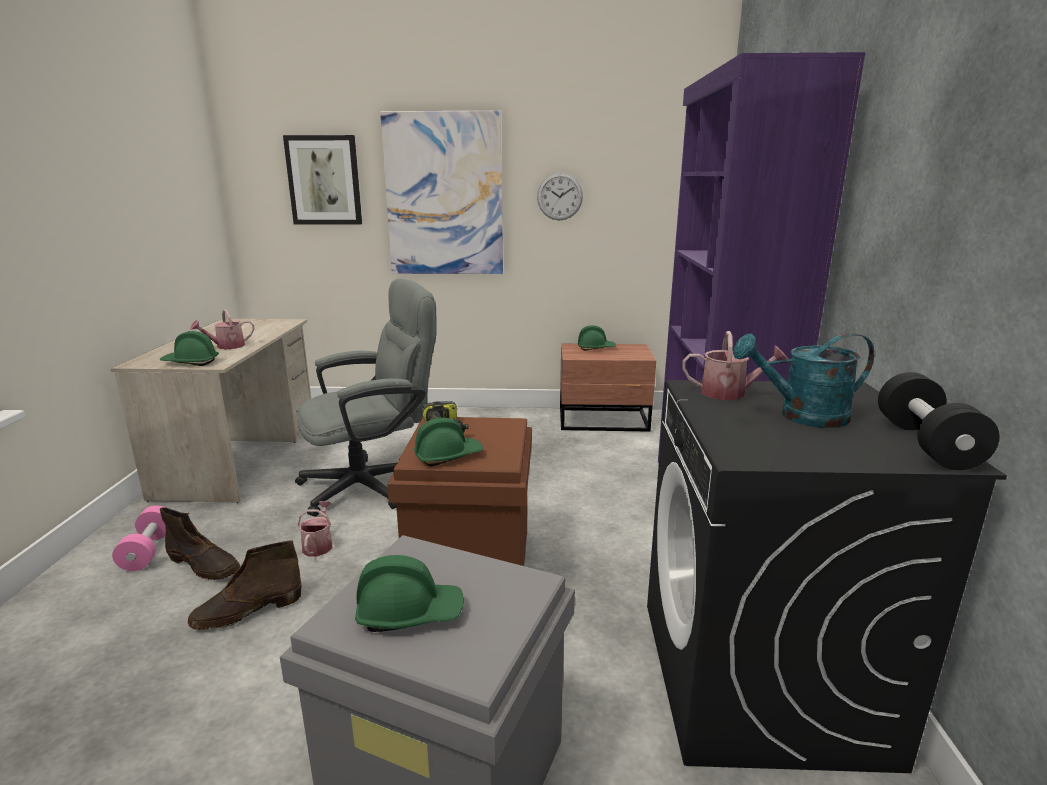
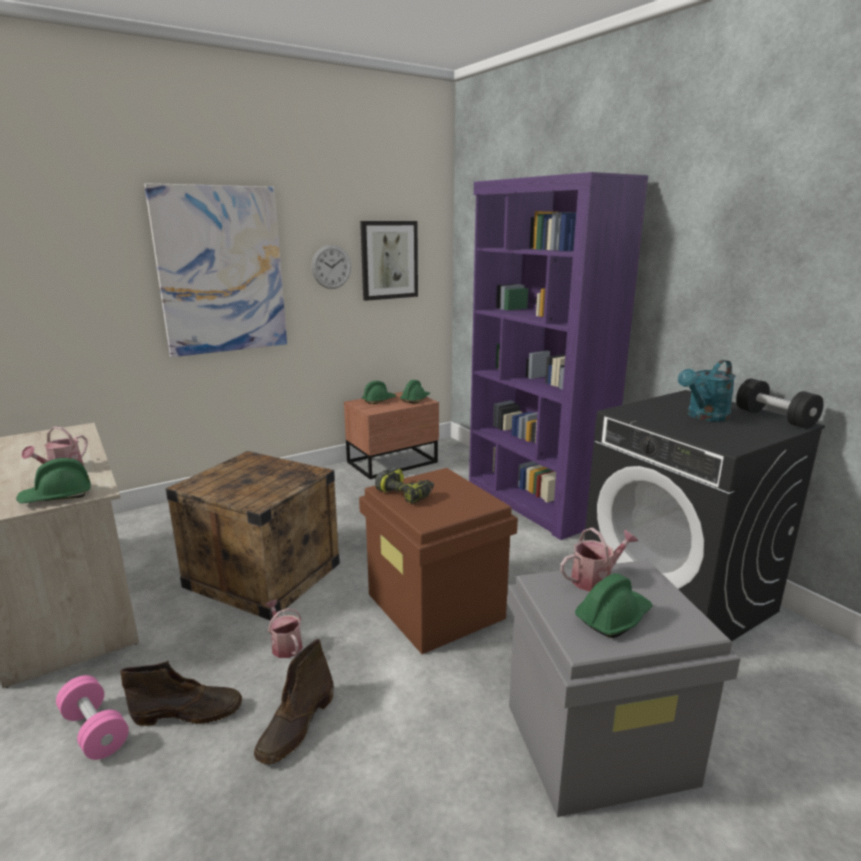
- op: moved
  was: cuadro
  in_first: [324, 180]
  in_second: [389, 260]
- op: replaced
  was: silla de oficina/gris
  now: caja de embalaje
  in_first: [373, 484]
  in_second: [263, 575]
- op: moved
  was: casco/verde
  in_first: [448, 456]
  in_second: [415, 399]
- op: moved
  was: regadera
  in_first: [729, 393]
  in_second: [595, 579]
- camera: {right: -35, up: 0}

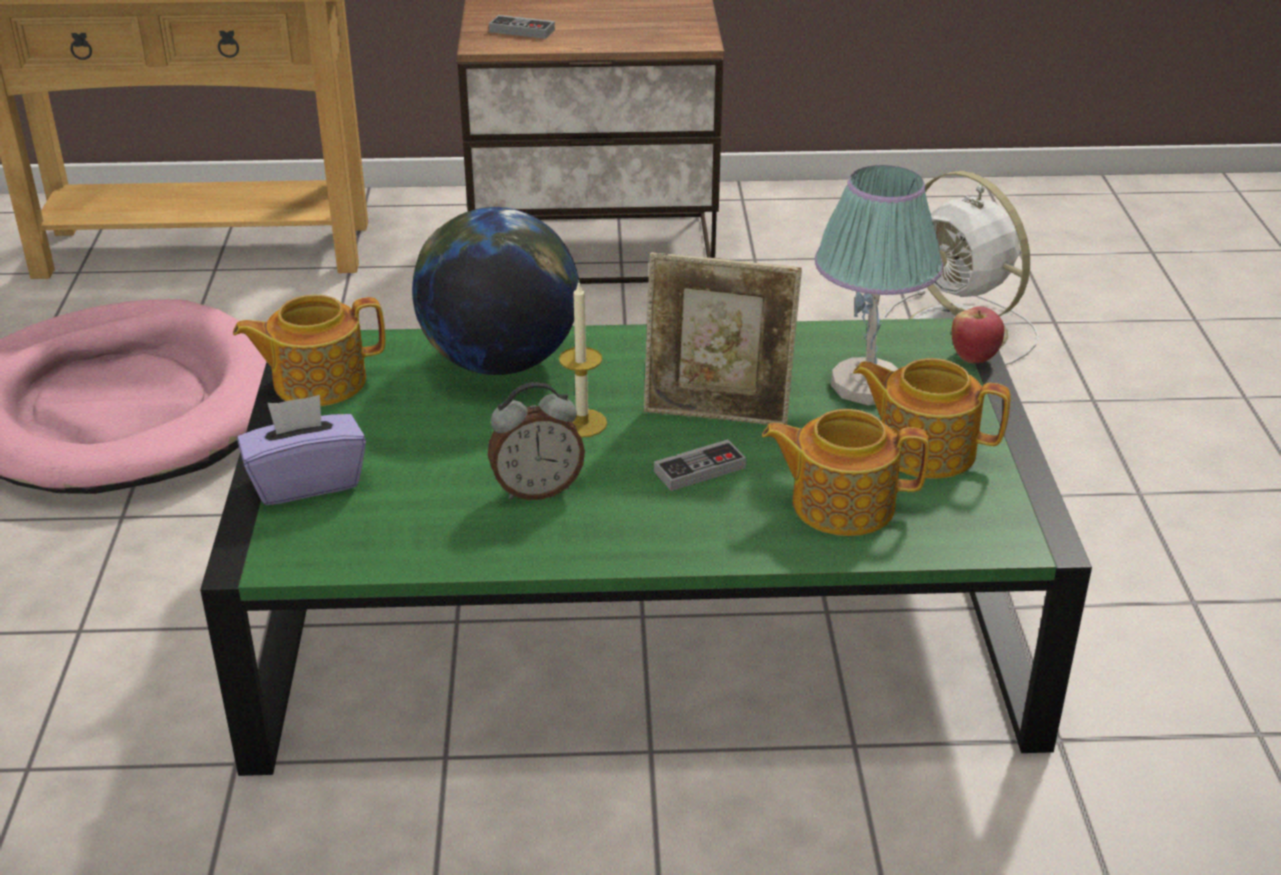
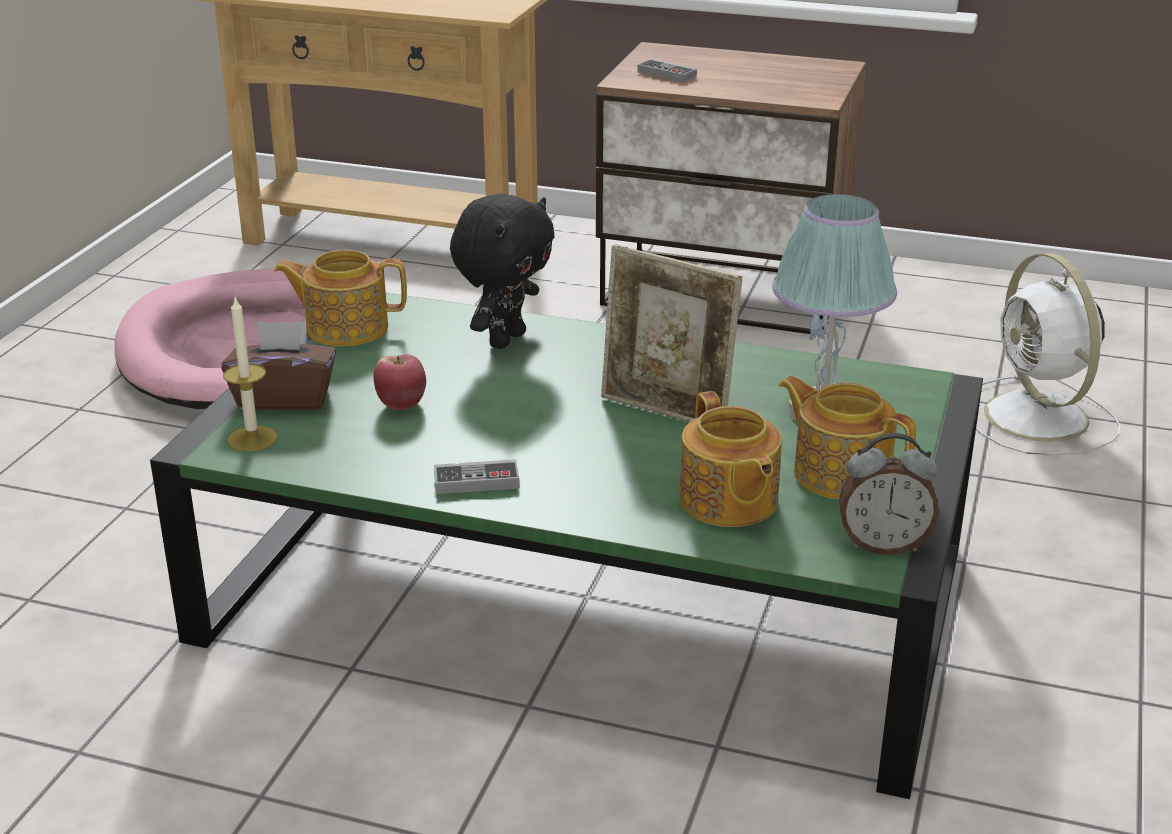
- op: recoloured
  was: caja de pañuelos/morado
  now: caja de pañuelos/marrón
  in_first: [306, 481]
  in_second: [284, 398]
- op: replaced
  was: globo terráqueo
  now: peluche/negro
  in_first: [500, 363]
  in_second: [505, 339]
- op: moved
  was: despertador
  in_first: [537, 489]
  in_second: [883, 545]
- op: moved
  was: vela
  in_first: [582, 423]
  in_second: [252, 439]
- op: moved
  was: mando de consola
  in_first: [699, 469]
  in_second: [476, 481]
- op: turned
  was: tetera
  in_first: [840, 504]
  in_second: [728, 502]
  clockwise: -135
- op: moved
  was: manzana
  in_first: [974, 357]
  in_second: [402, 405]
- camera: {right: 20, up: -5}

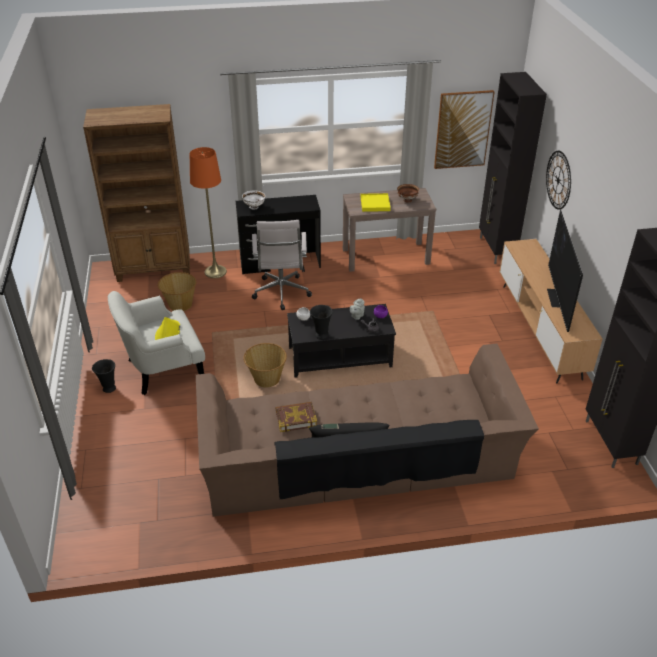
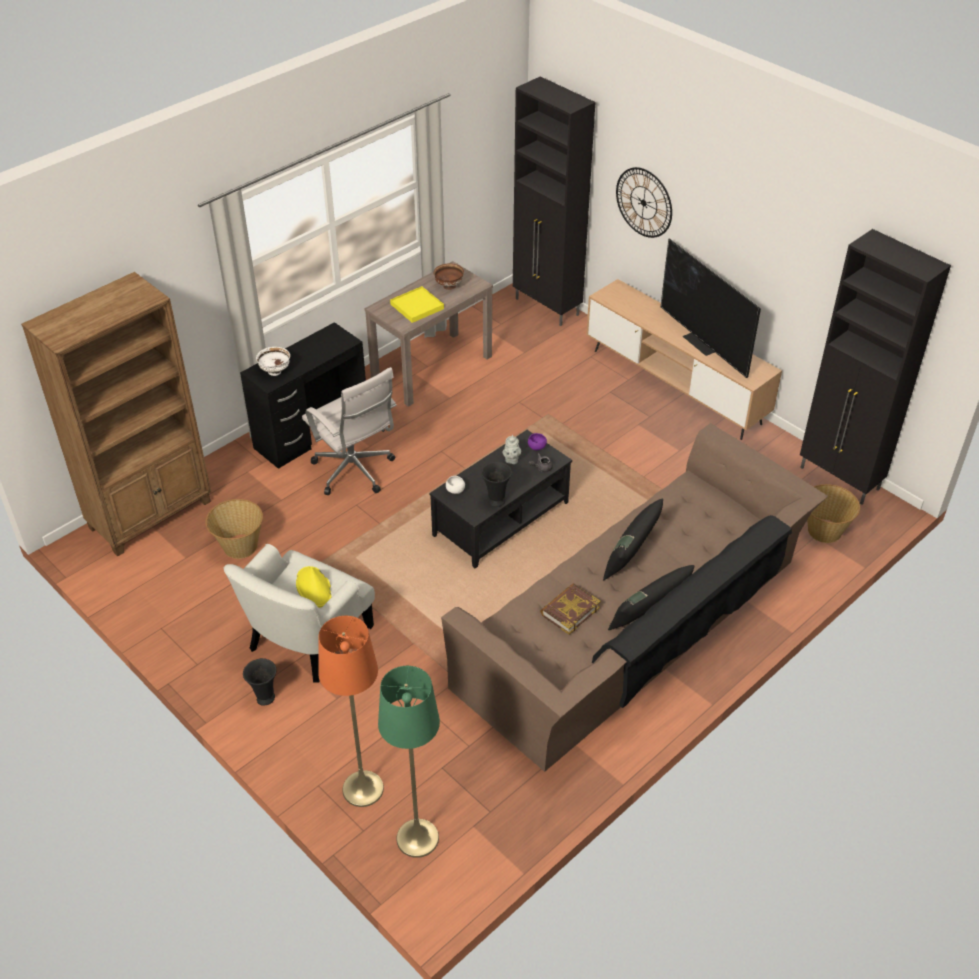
- op: moved
  was: lámpara de pie/naranja
  in_first: [215, 271]
  in_second: [363, 788]
- op: moved
  was: cesta
  in_first: [266, 379]
  in_second: [824, 531]
- op: removed
  was: cuadro
  in_first: [463, 129]
- op: added
  now: lámpara de pie/verde
  in_second: [417, 838]
- op: added
  now: cojín/negro
  in_second: [631, 554]
- camera: {right: -35, up: 5}

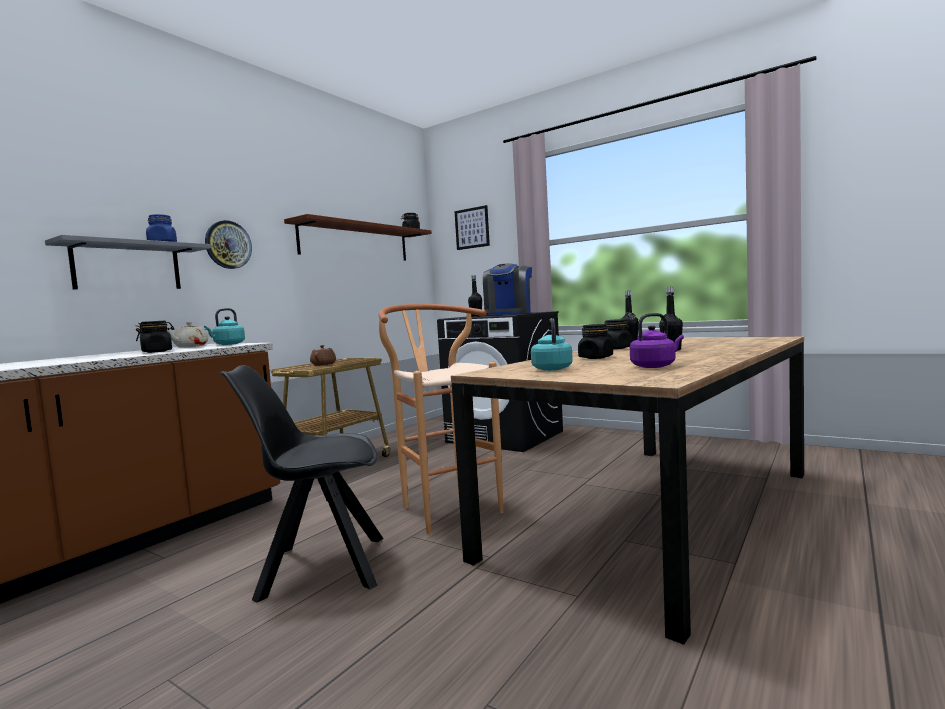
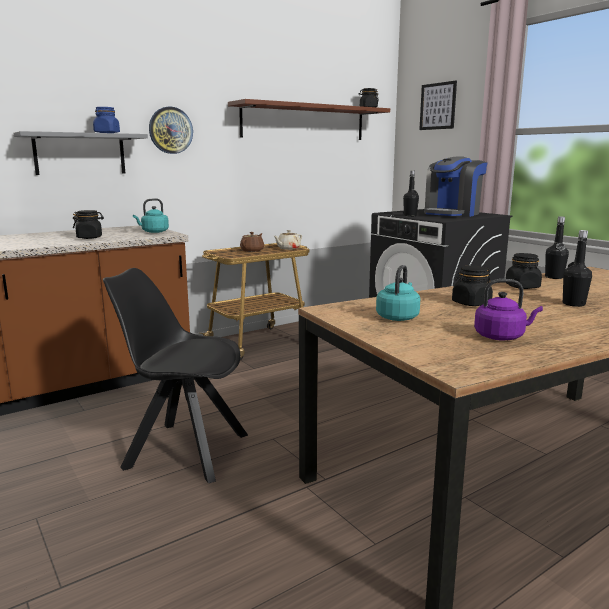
- op: moved
  was: tetera/beis
  in_first: [190, 346]
  in_second: [288, 248]
- op: removed
  was: taburete/marrón
  in_first: [444, 508]
- camera: {right: 20, up: 10}

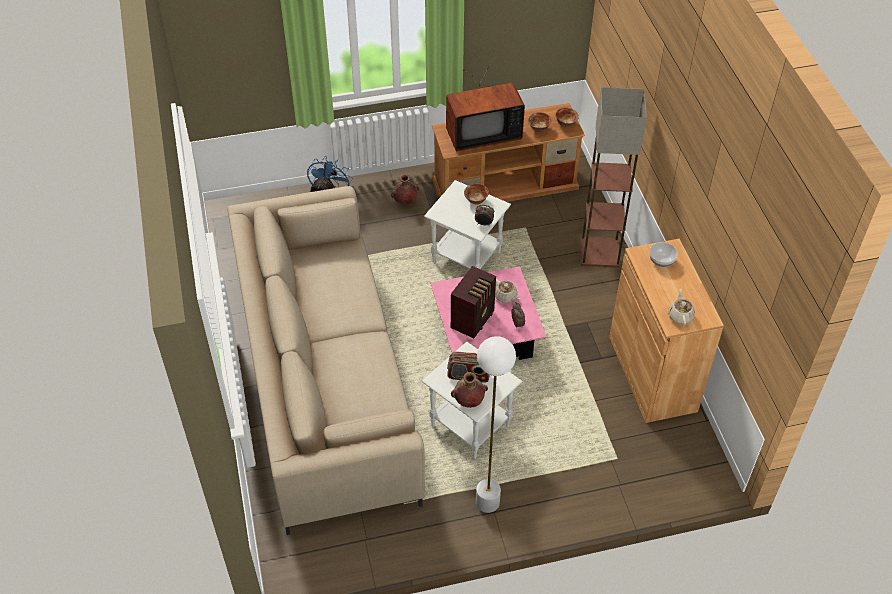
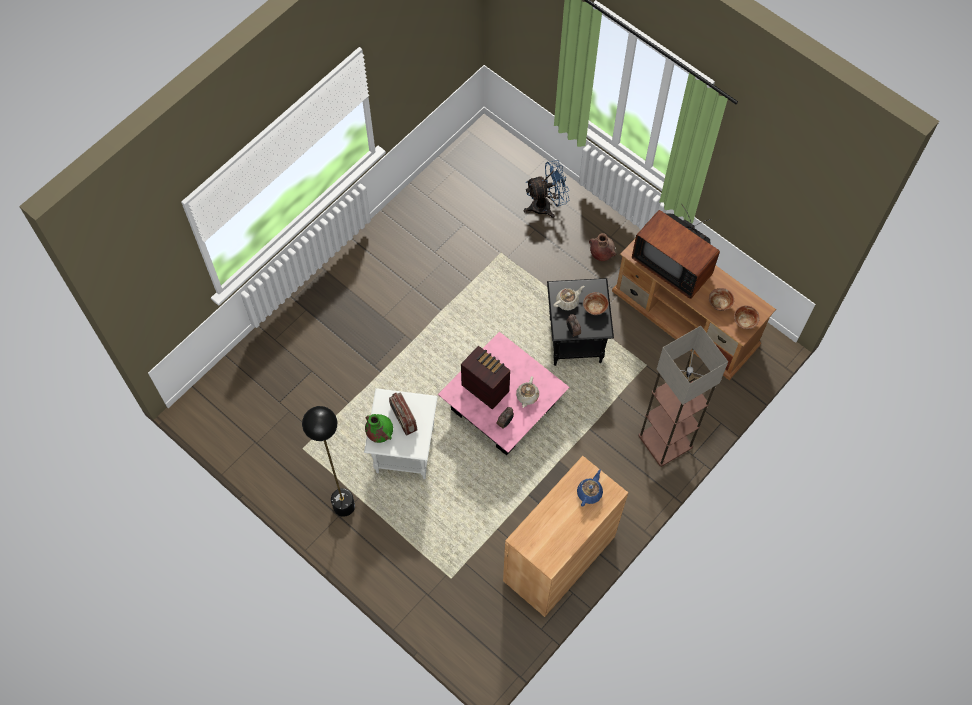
- op: removed
  was: sofá/beis
  in_first: [325, 380]
- op: recoloured
  was: mesa auxiliar/blanco
  now: mesa auxiliar/negro
  in_first: [467, 258]
  in_second: [575, 341]
- op: turned
  was: radio
  in_first: [473, 319]
  in_second: [485, 387]
  clockwise: -135
- op: recoloured
  was: florero/marrón
  now: florero/verde
  in_first: [468, 400]
  in_second: [379, 433]
- op: recoloured
  was: lámpara de pie/blanco
  now: lámpara de pie/negro
  in_first: [487, 502]
  in_second: [343, 506]
- op: replaced
  was: cuenco
  now: tetera/azul
  in_first: [662, 260]
  in_second: [589, 492]
- op: moved
  was: tetera/beis
  in_first: [680, 315]
  in_second: [567, 301]
- camera: {right: 55, up: 15}

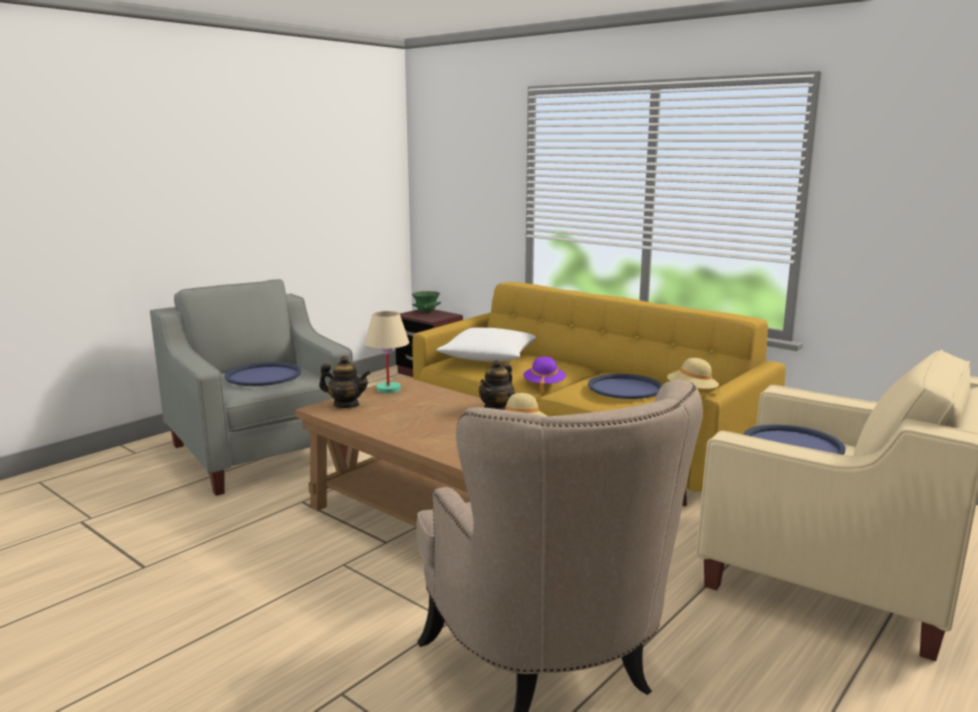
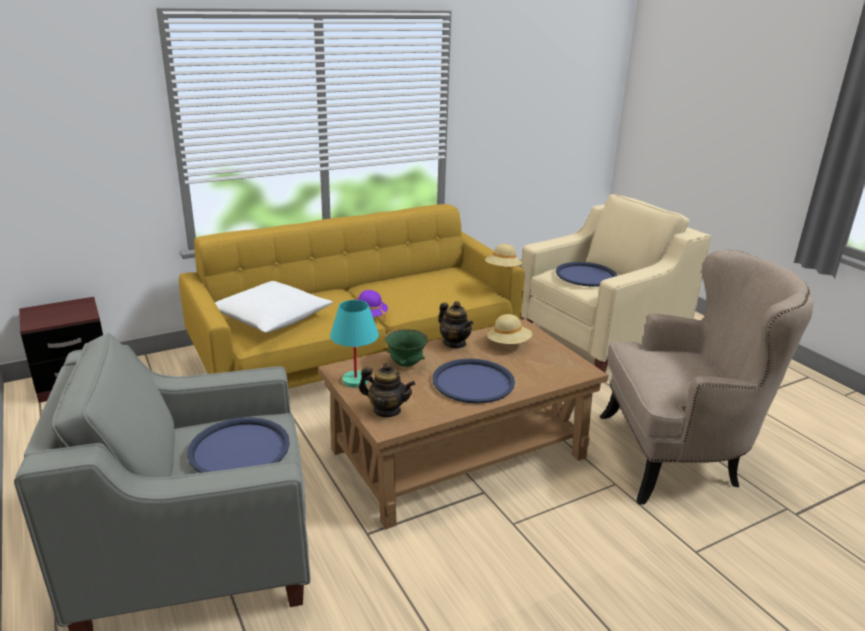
- op: turned
  was: tetera
  in_first: [346, 405]
  in_second: [387, 410]
  clockwise: 75
- op: recoloured
  was: lámpara de mesa/beis
  now: lámpara de mesa/turquesa
  in_first: [388, 389]
  in_second: [355, 380]
- op: moved
  was: cuenco/verde
  in_first: [426, 312]
  in_second: [406, 364]
- op: moved
  was: bandeja/azul
  in_first: [625, 388]
  in_second: [473, 382]
- camera: {right: -70, up: 10}

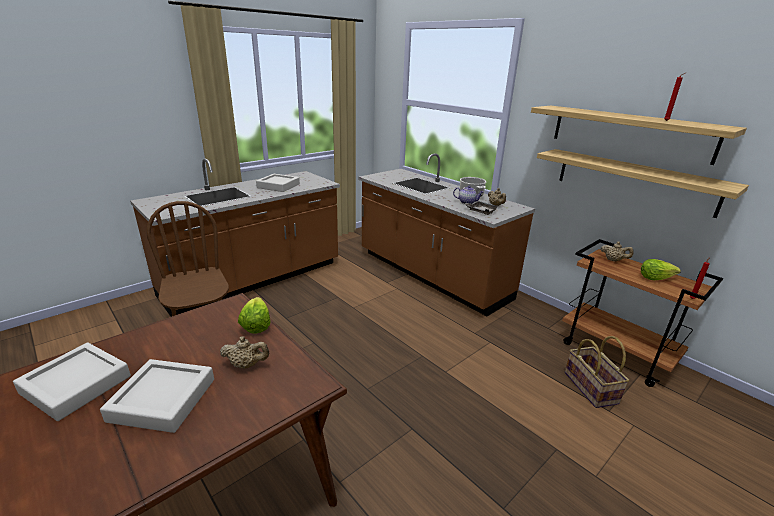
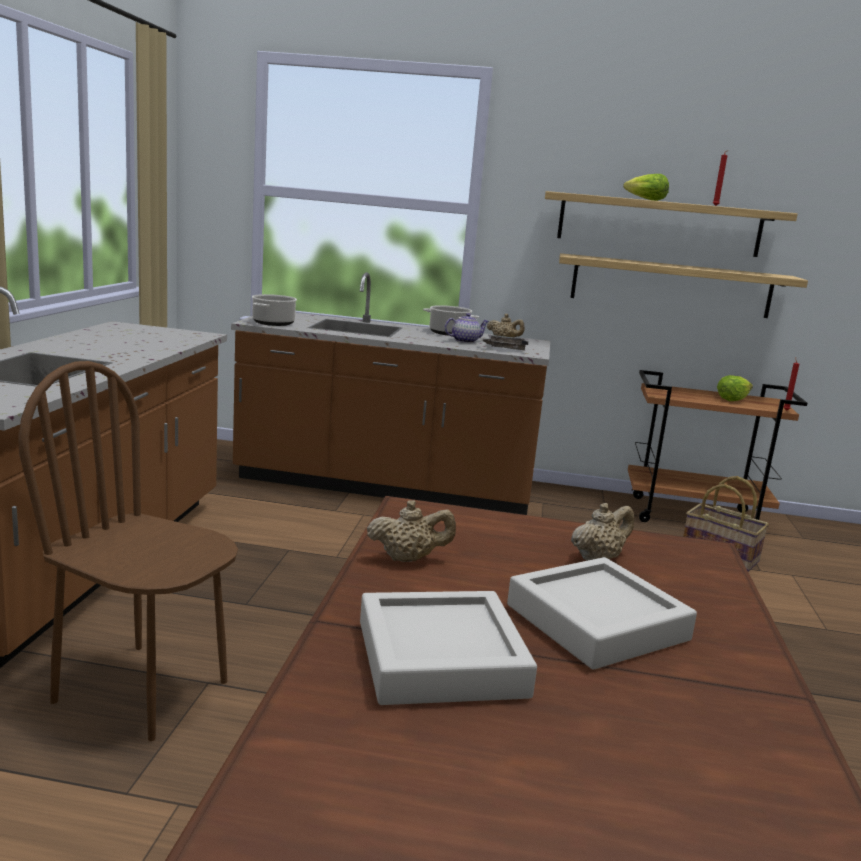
- op: moved
  was: lechuga
  in_first: [256, 325]
  in_second: [645, 200]
- op: removed
  was: bandeja/gris
  in_first: [278, 186]
- op: moved
  was: tetera/beis
  in_first: [613, 260]
  in_second: [408, 558]
- op: added
  now: olla
  in_second: [273, 323]
- camera: {right: -40, up: -10}

